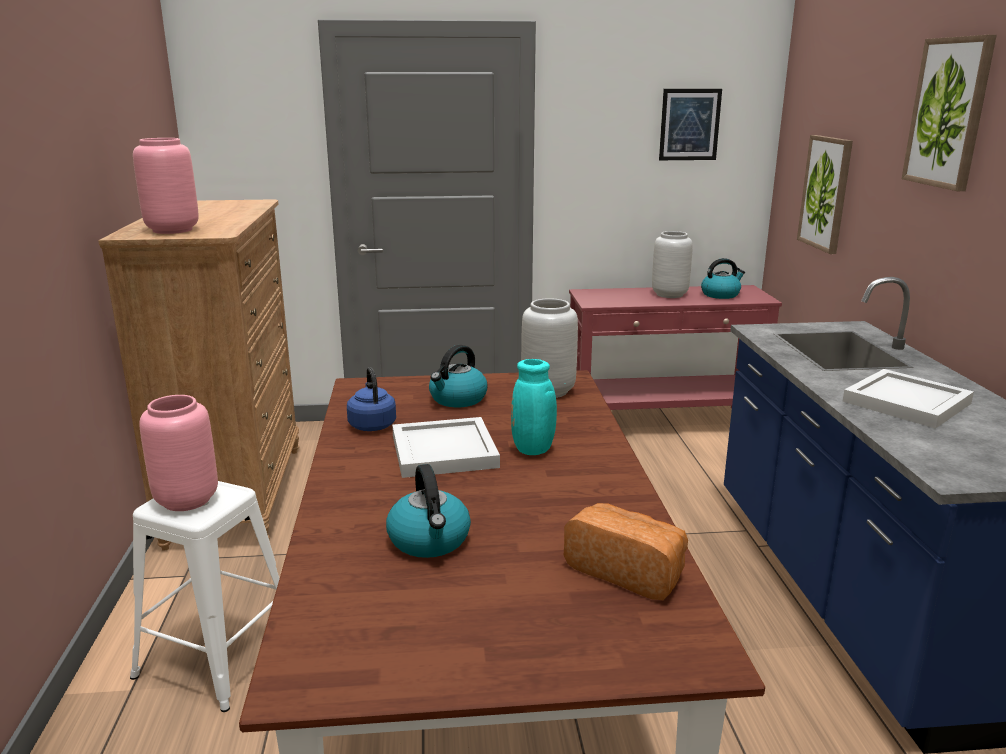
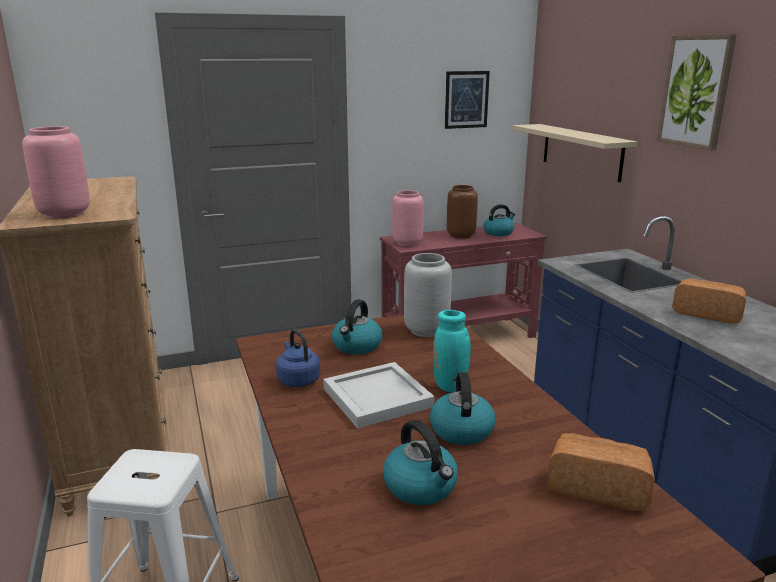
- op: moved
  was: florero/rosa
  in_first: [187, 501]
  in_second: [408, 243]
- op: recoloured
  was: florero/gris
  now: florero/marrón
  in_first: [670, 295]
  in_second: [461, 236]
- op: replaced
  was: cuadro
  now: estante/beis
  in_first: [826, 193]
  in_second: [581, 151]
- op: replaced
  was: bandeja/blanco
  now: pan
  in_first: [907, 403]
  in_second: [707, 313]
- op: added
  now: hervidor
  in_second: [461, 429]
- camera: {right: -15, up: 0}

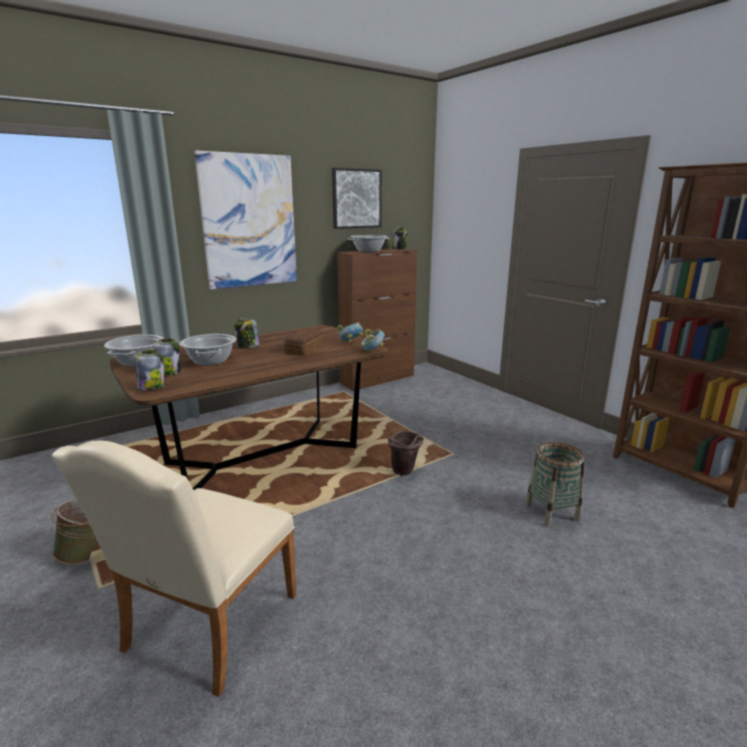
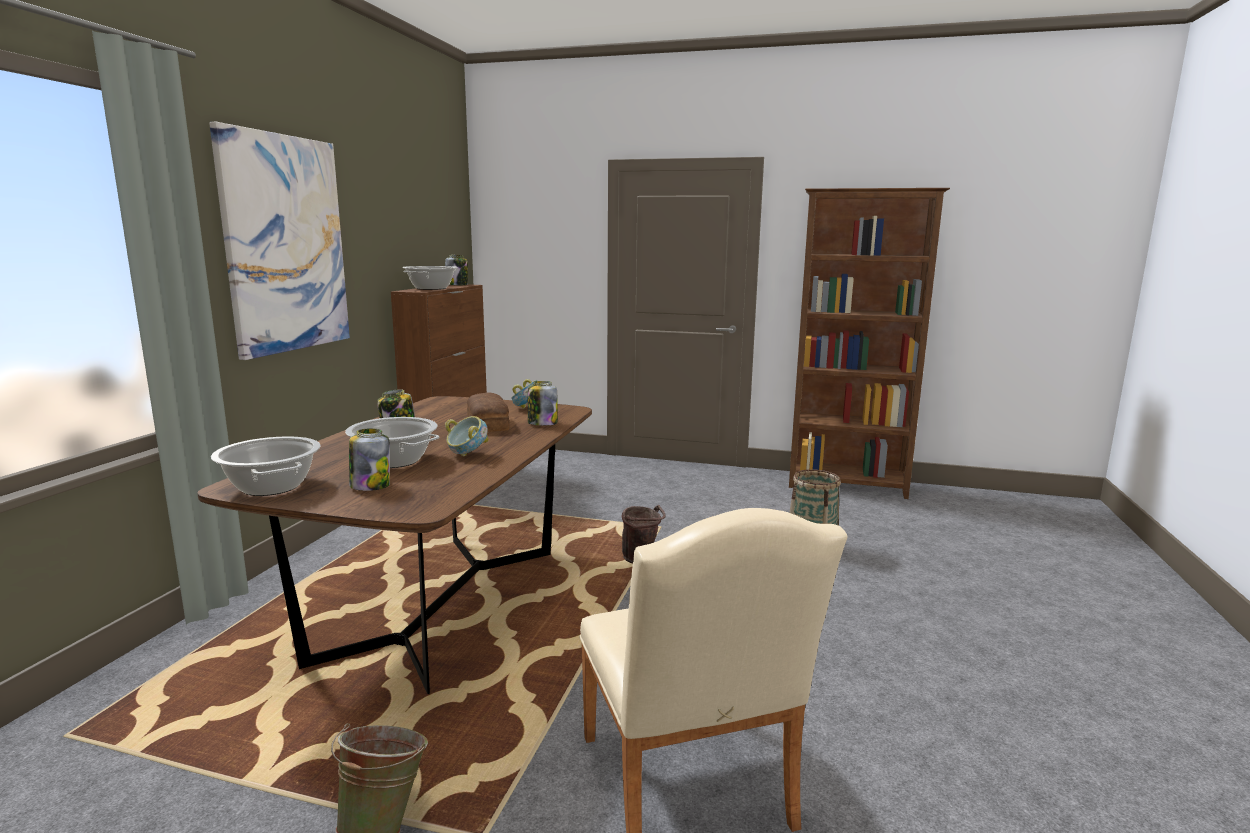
- op: moved
  was: tarro
  in_first: [151, 387]
  in_second: [542, 423]
- op: removed
  was: cuadro
  in_first: [356, 199]
- op: moved
  was: cuenco
  in_first: [372, 351]
  in_second: [467, 455]
- camera: {right: -40, up: -5}

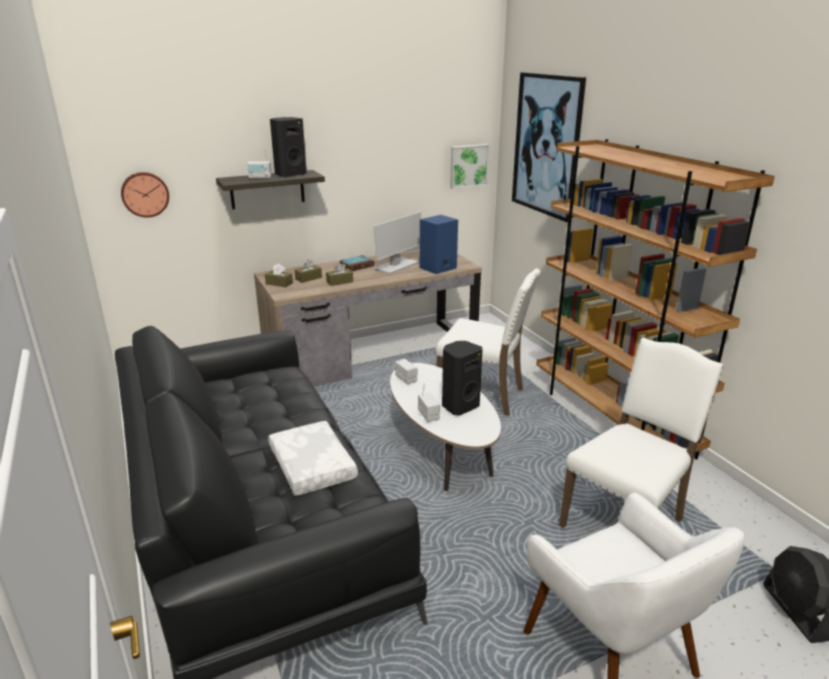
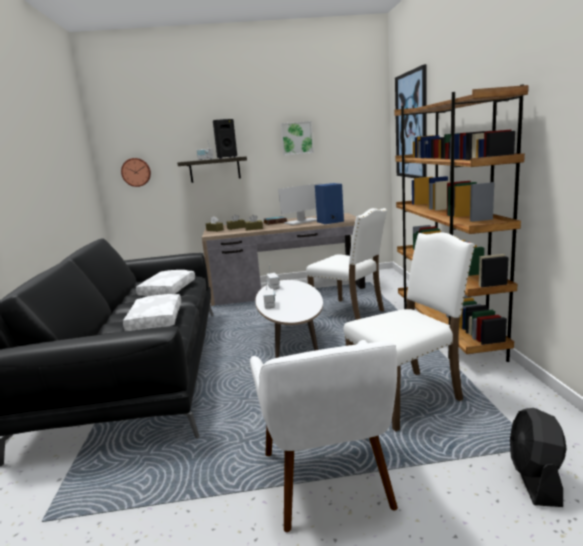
- op: removed
  was: altavoz/negro
  in_first: [459, 406]
- op: moved
  was: cuadro
  in_first: [468, 166]
  in_second: [297, 138]
- op: added
  now: cojín/blanco
  in_second: [167, 289]
- camera: {right: 20, up: -10}

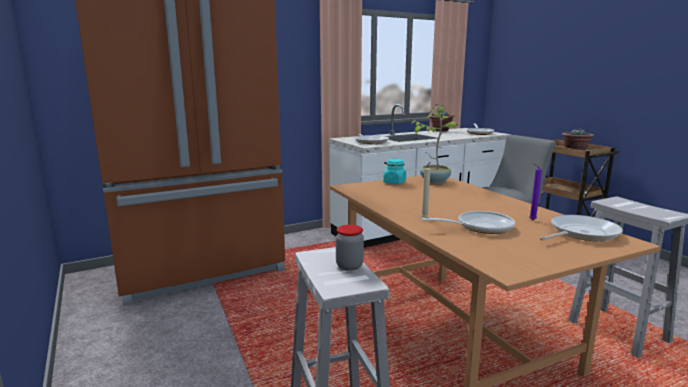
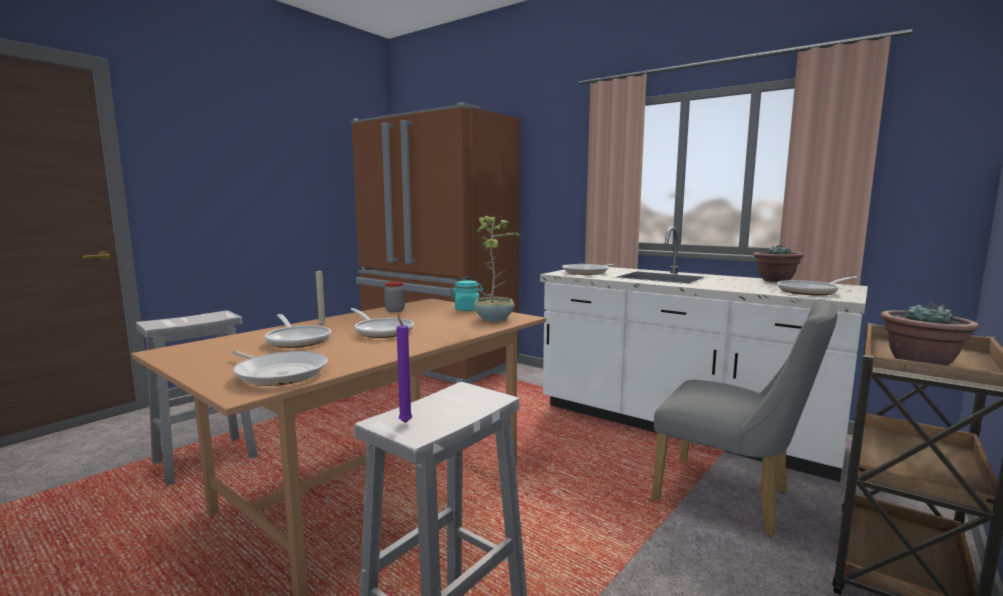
- op: moved
  was: tarro
  in_first: [349, 266]
  in_second: [395, 310]
- op: moved
  was: vela/morado
  in_first: [531, 220]
  in_second: [405, 422]
- op: added
  now: sartén
  in_second: [382, 331]
- camera: {right: 65, up: -5}

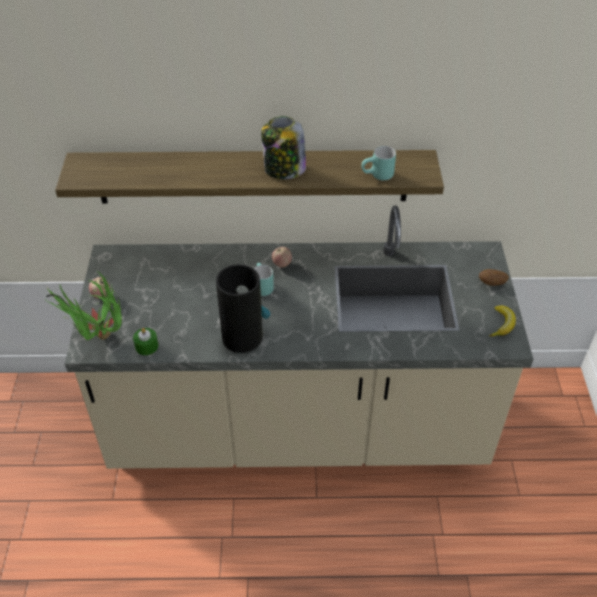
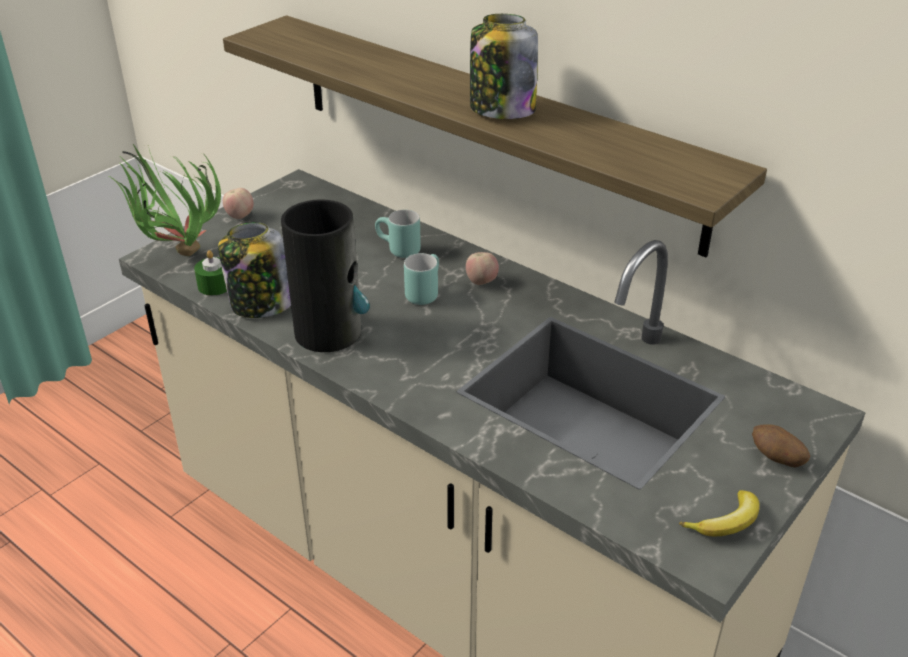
- op: moved
  was: taza grande/turquesa
  in_first: [378, 177]
  in_second: [397, 250]
- op: added
  now: tarro
  in_second: [261, 304]
- camera: {right: 40, up: -10}

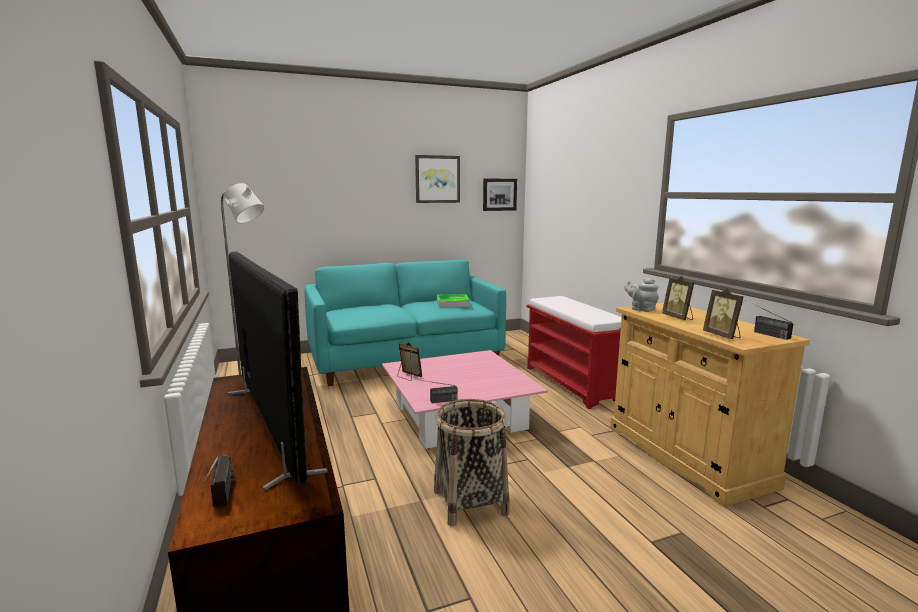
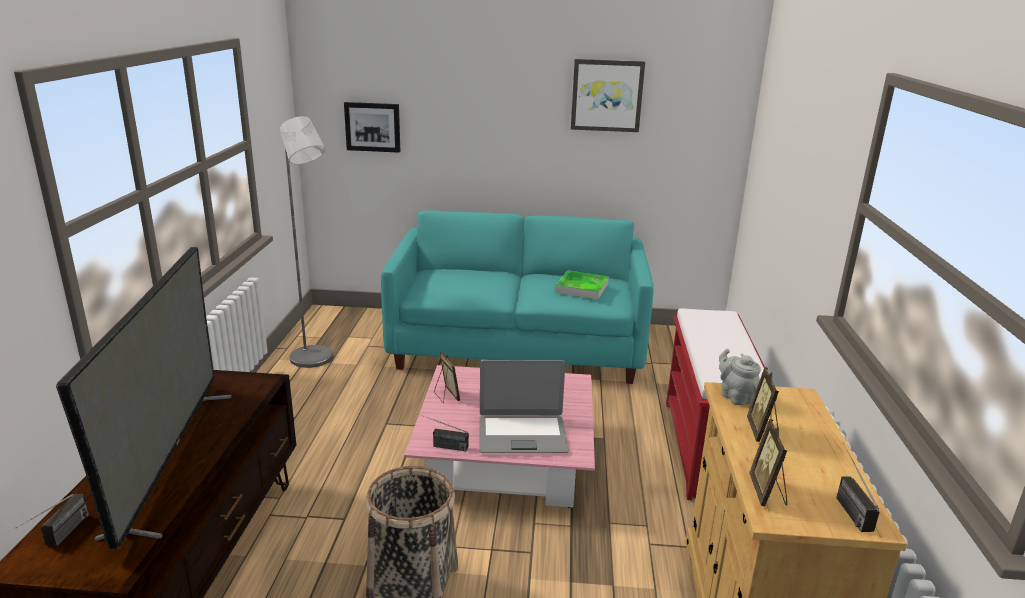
- op: moved
  was: cuadro
  in_first: [499, 194]
  in_second: [373, 127]
- op: added
  now: portátil
  in_second: [522, 435]
- camera: {right: 25, up: 10}

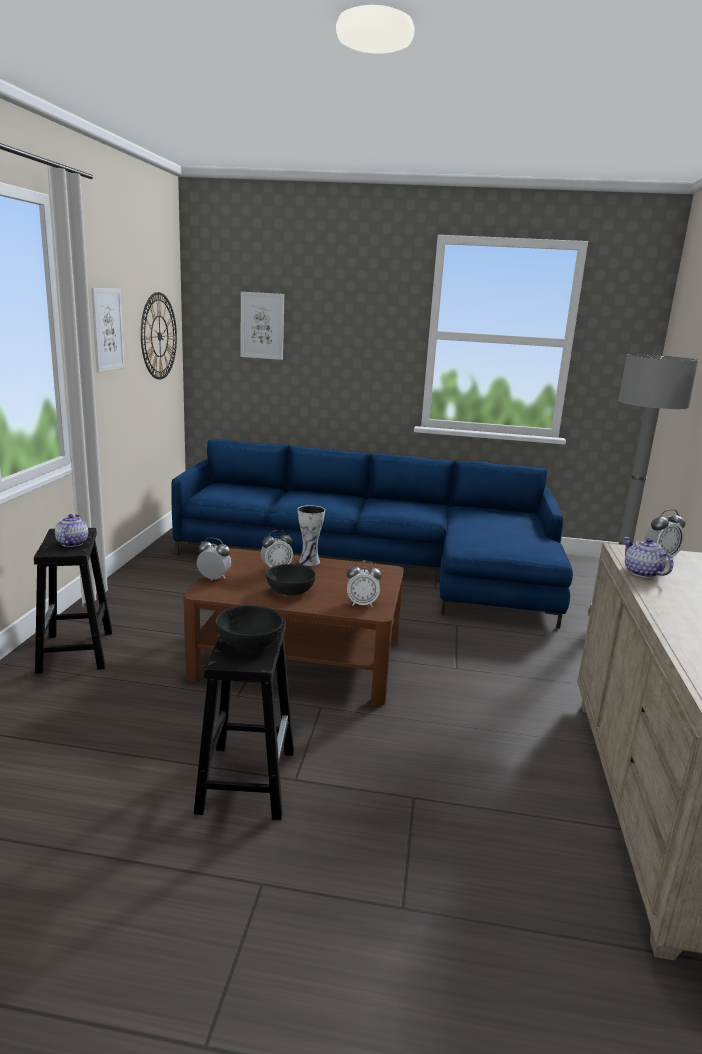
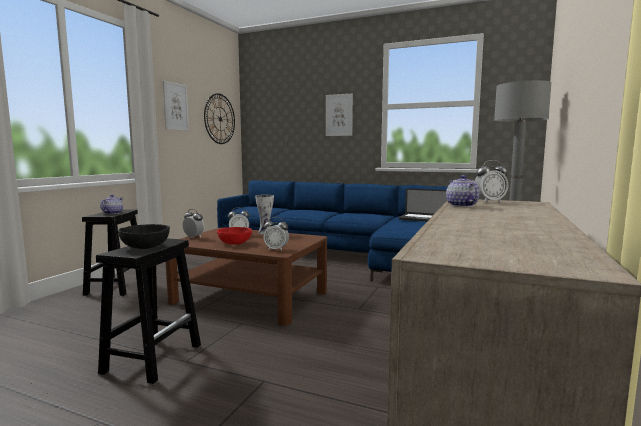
- op: moved
  was: cuadro
  in_first: [262, 326]
  in_second: [339, 115]
- op: recoloured
  was: cuenco/negro
  now: cuenco/rojo
  in_first: [290, 591]
  in_second: [234, 243]
- op: added
  now: portátil
  in_second: [423, 219]
- camera: {right: 15, up: -10}

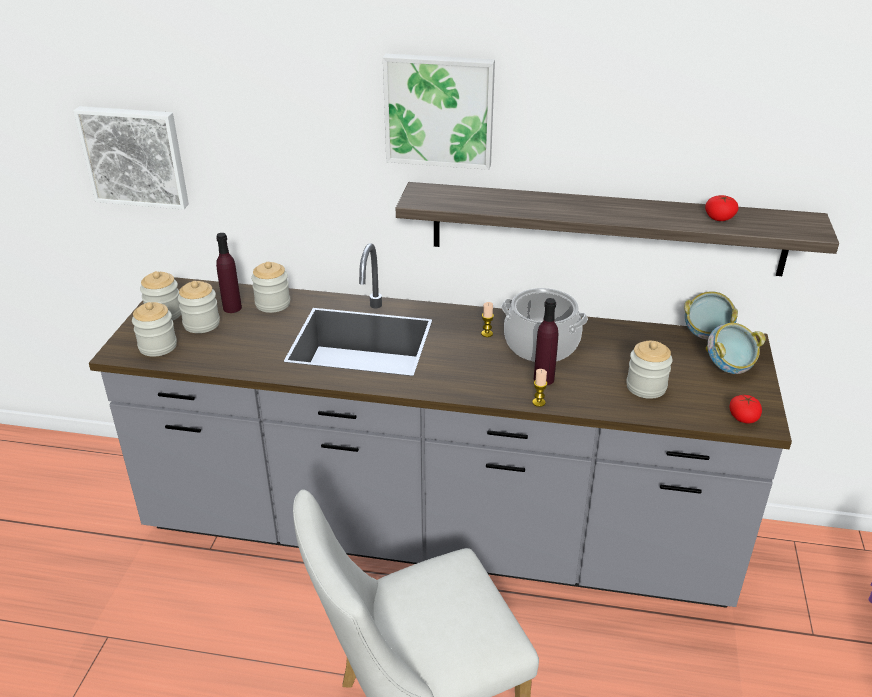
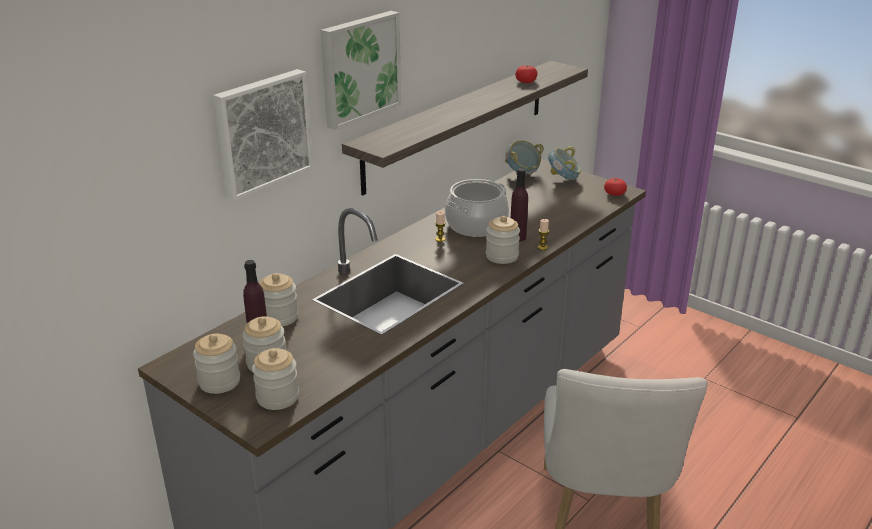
- op: moved
  was: cuadro
  in_first: [135, 156]
  in_second: [262, 132]
- op: moved
  was: tarro
  in_first: [646, 387]
  in_second: [502, 256]
- camera: {right: -60, up: -5}

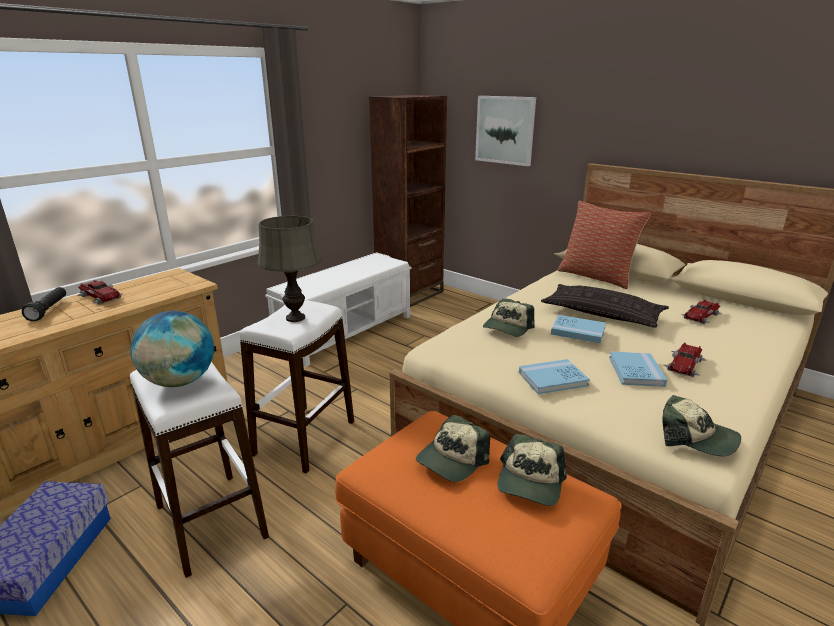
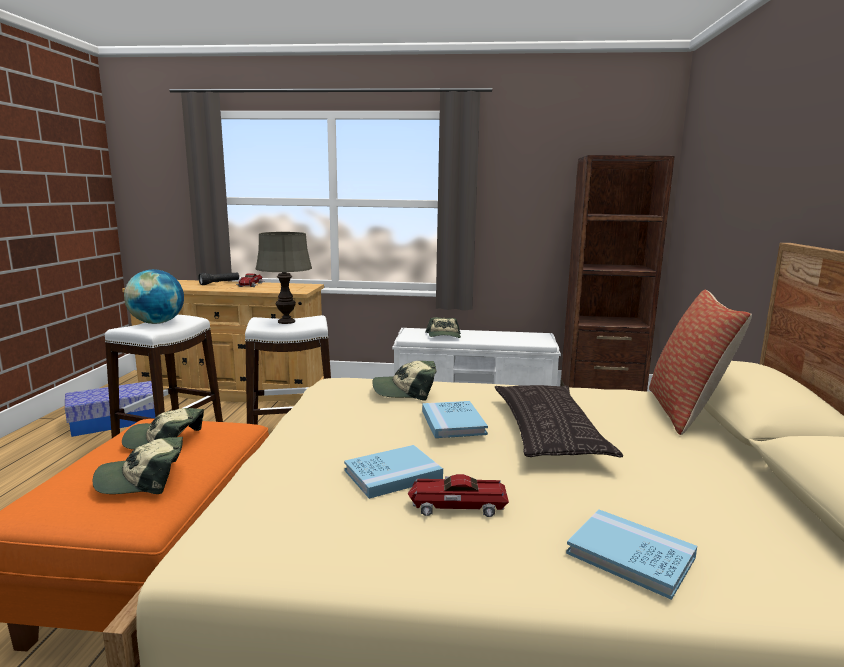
- op: removed
  was: cuadro
  in_first: [505, 130]
- op: moved
  was: libro/azul
  in_first: [553, 379]
  in_second: [630, 555]
- op: moved
  was: gorra
  in_first: [696, 437]
  in_second: [444, 336]
- op: removed
  was: coche de juguete
  in_first: [701, 316]
- camera: {right: 55, up: -10}

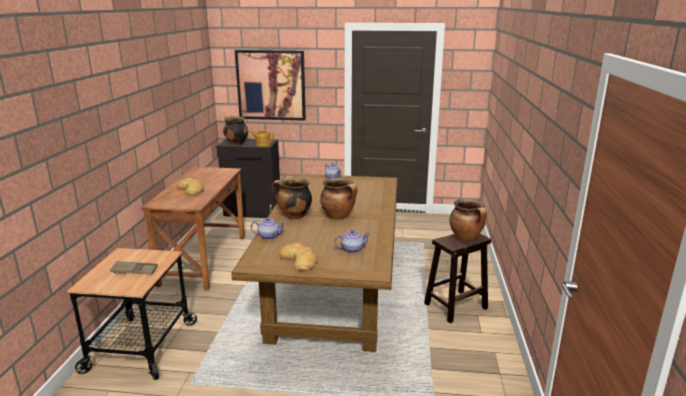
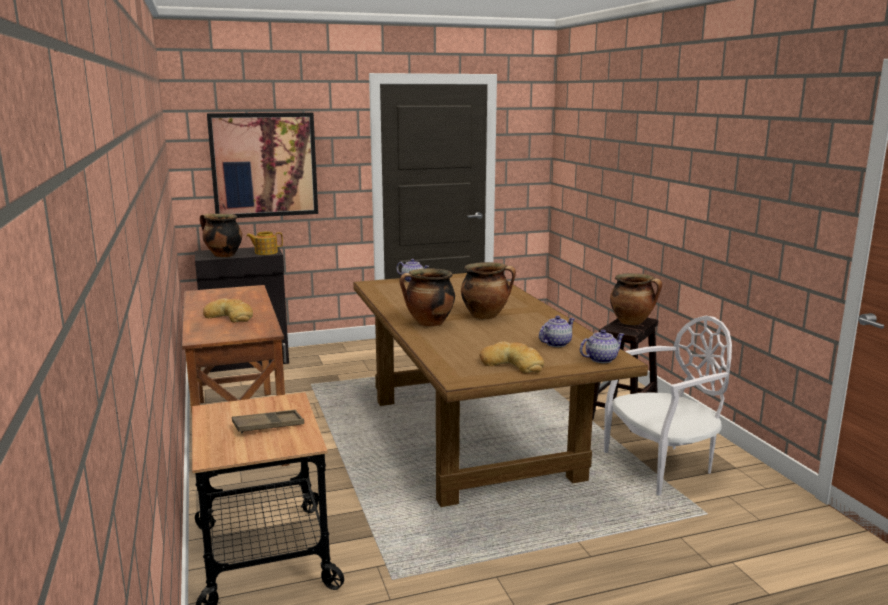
- op: moved
  was: tetera
  in_first: [268, 236]
  in_second: [600, 359]
- op: added
  now: silla/blanco
  in_second: [663, 466]
- camera: {right: -25, up: -5}

